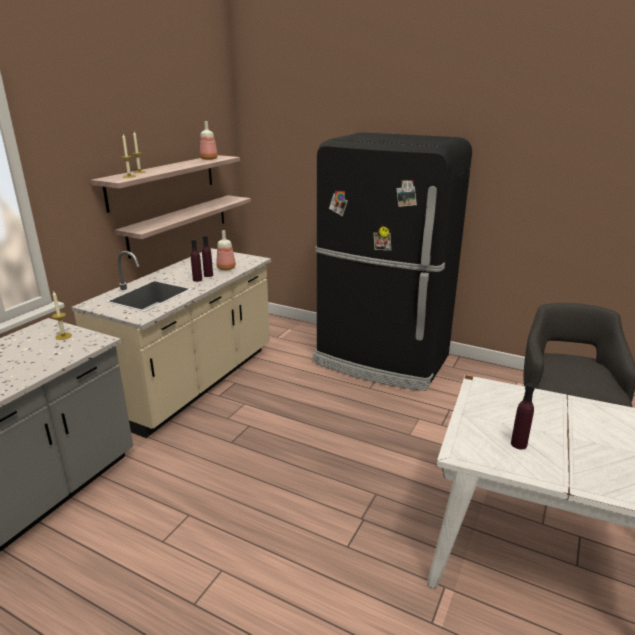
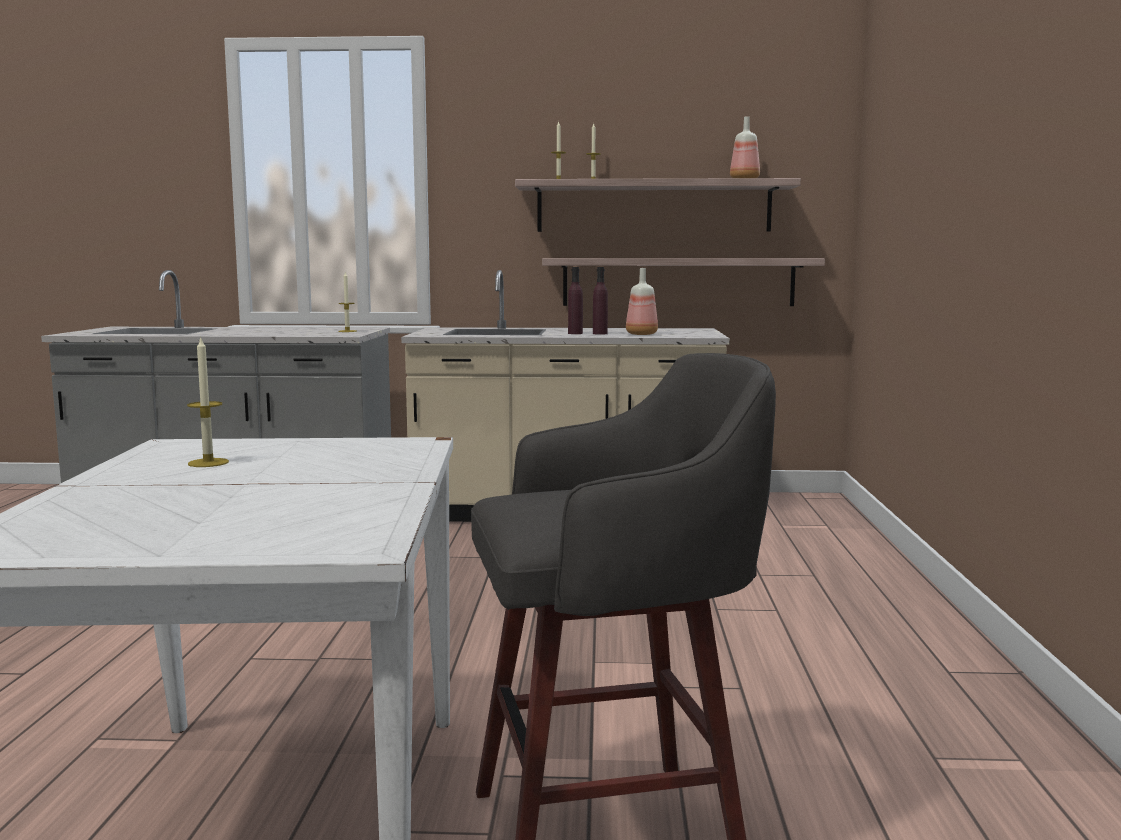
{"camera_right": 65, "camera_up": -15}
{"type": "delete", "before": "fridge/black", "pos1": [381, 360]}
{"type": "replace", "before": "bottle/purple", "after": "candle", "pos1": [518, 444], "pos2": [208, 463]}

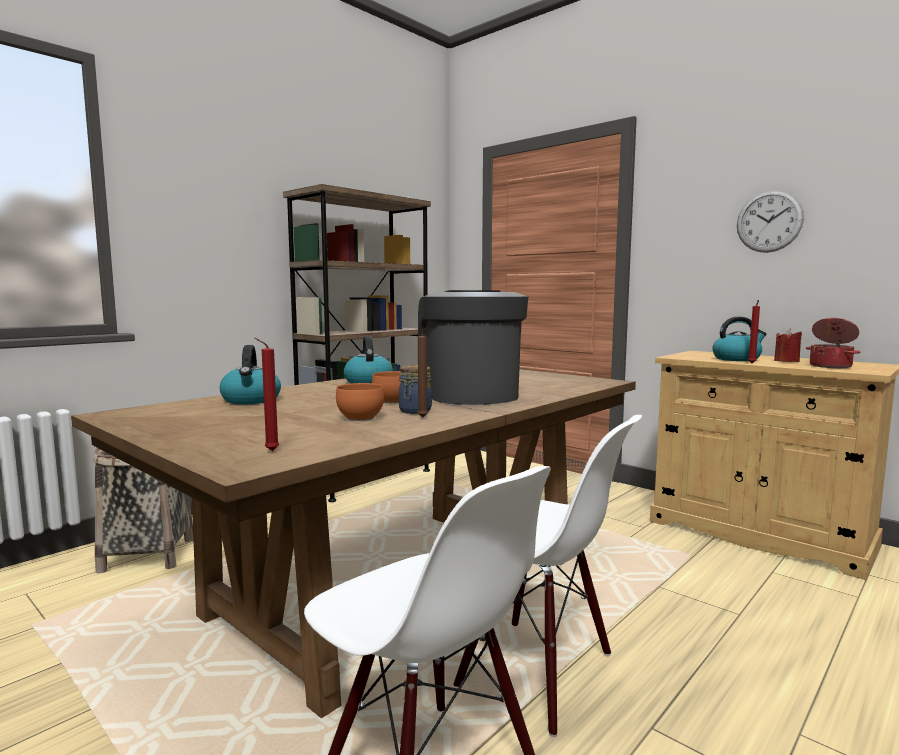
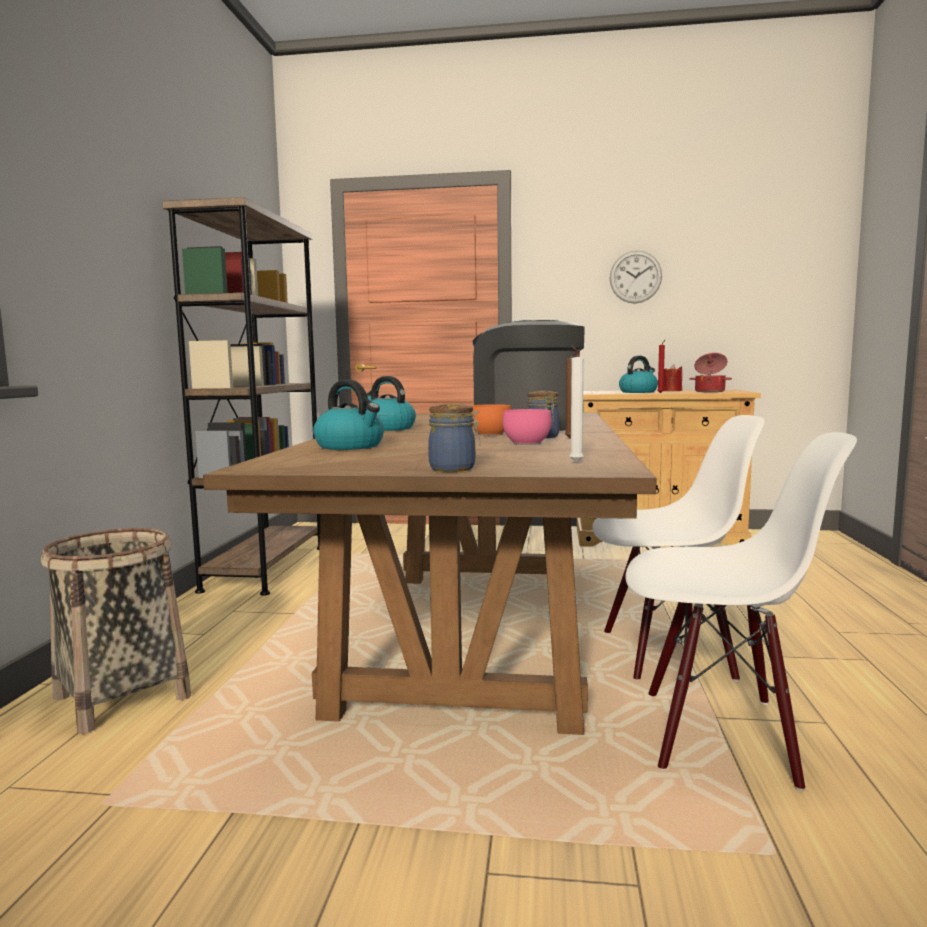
{"camera_right": -35, "camera_up": 0}
{"type": "recolor", "before": "candle/red", "after": "candle/white", "pos1": [269, 451], "pos2": [575, 462]}
{"type": "recolor", "before": "bowl/orange", "after": "bowl/pink", "pos1": [358, 418], "pos2": [525, 444]}
{"type": "insert", "after": "jar", "pos2": [454, 468]}

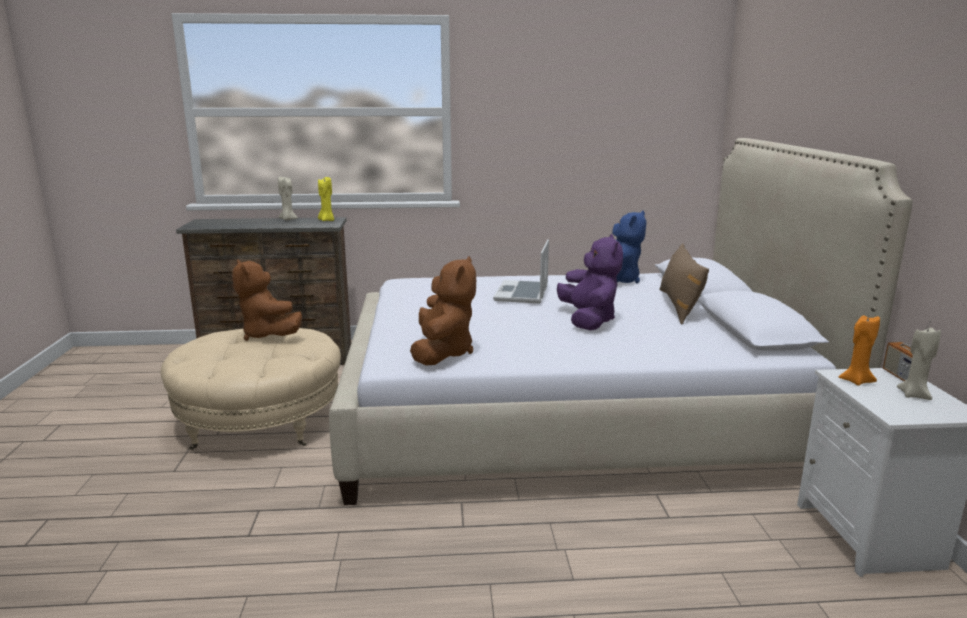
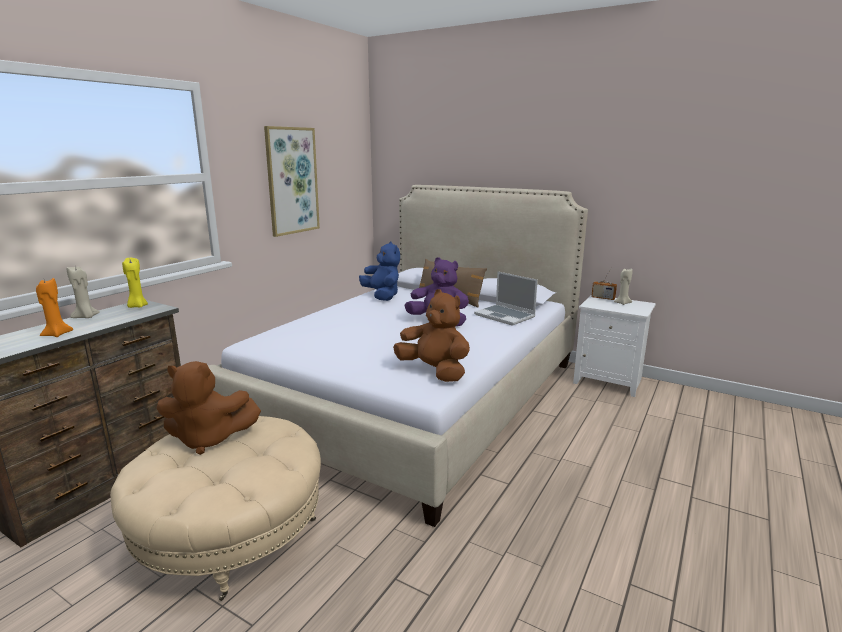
{"camera_right": -55, "camera_up": 0}
{"type": "move", "before": "laptop", "pos1": [522, 294], "pos2": [505, 316]}
{"type": "move", "before": "candle/orange", "pos1": [856, 381], "pos2": [57, 334]}
{"type": "insert", "after": "picture", "pos2": [292, 181]}

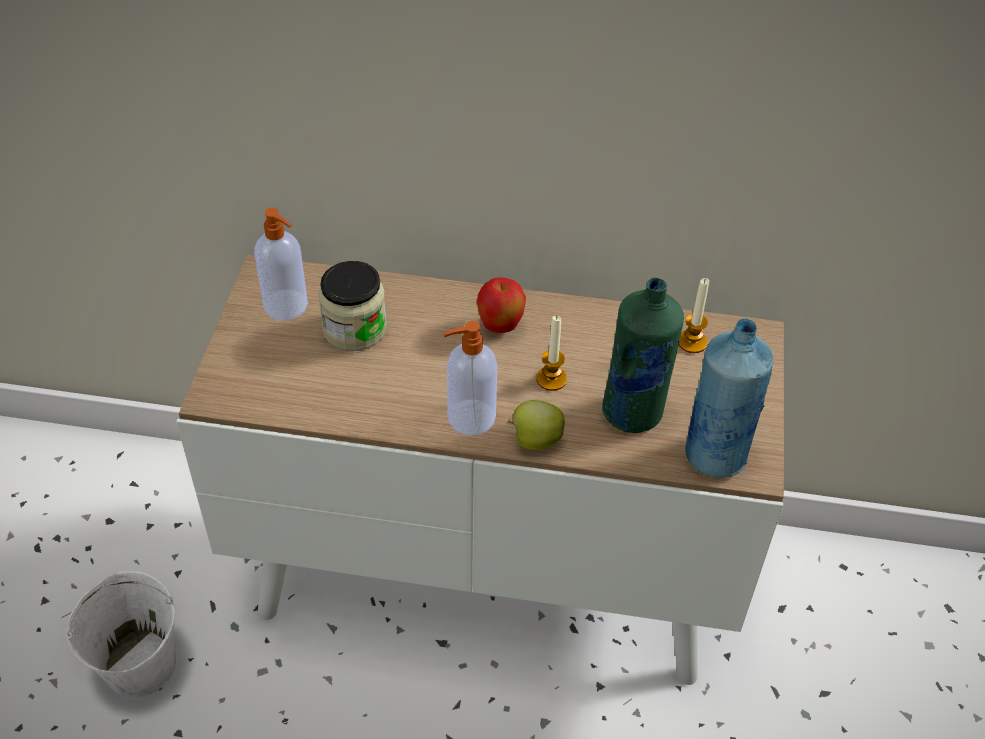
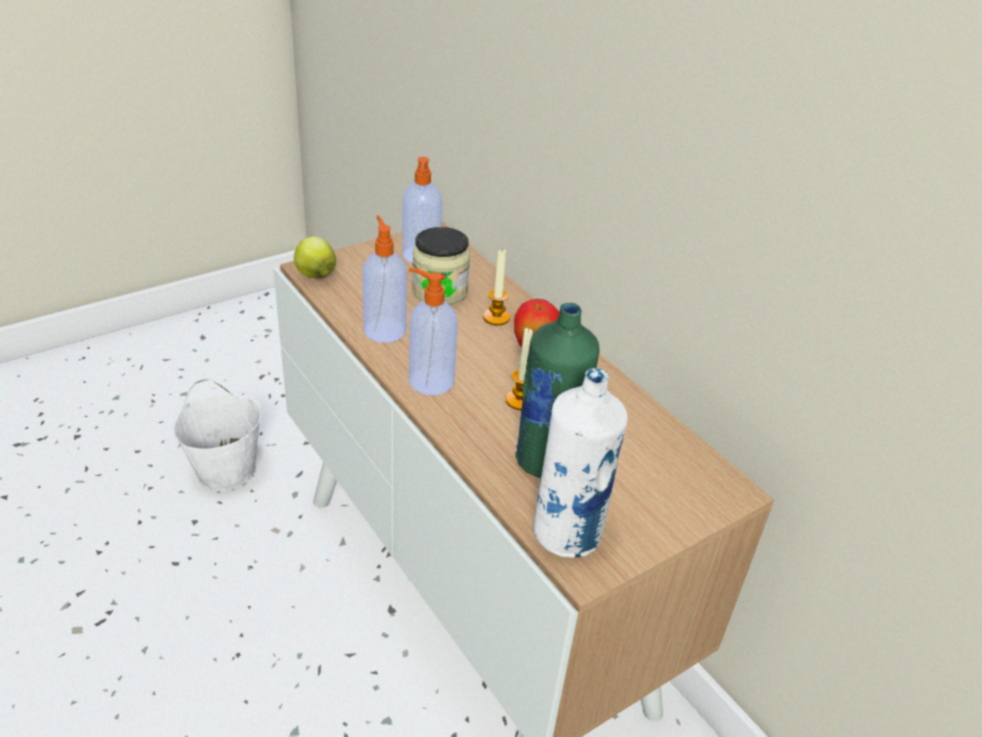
{"camera_right": 45, "camera_up": -10}
{"type": "move", "before": "candle", "pos1": [692, 342], "pos2": [496, 317]}
{"type": "recolor", "before": "bottle/blue", "after": "bottle/white", "pos1": [715, 455], "pos2": [567, 534]}
{"type": "move", "before": "apple", "pos1": [534, 440], "pos2": [315, 274]}
{"type": "insert", "after": "soap dispenser", "pos2": [384, 329]}

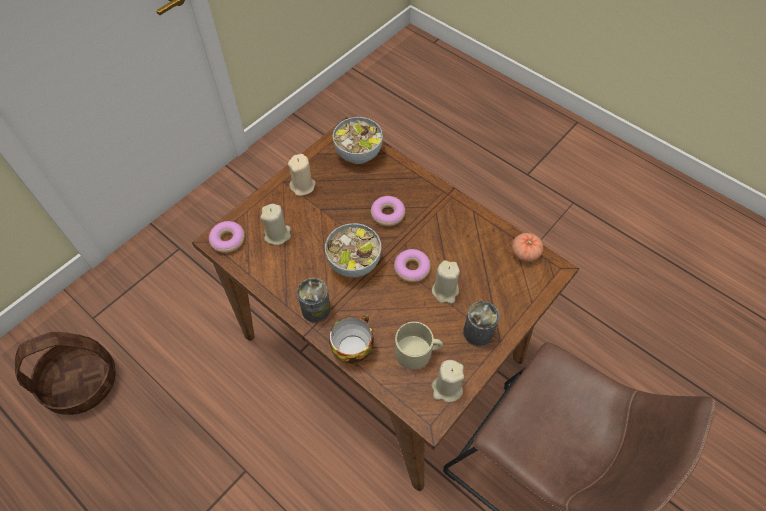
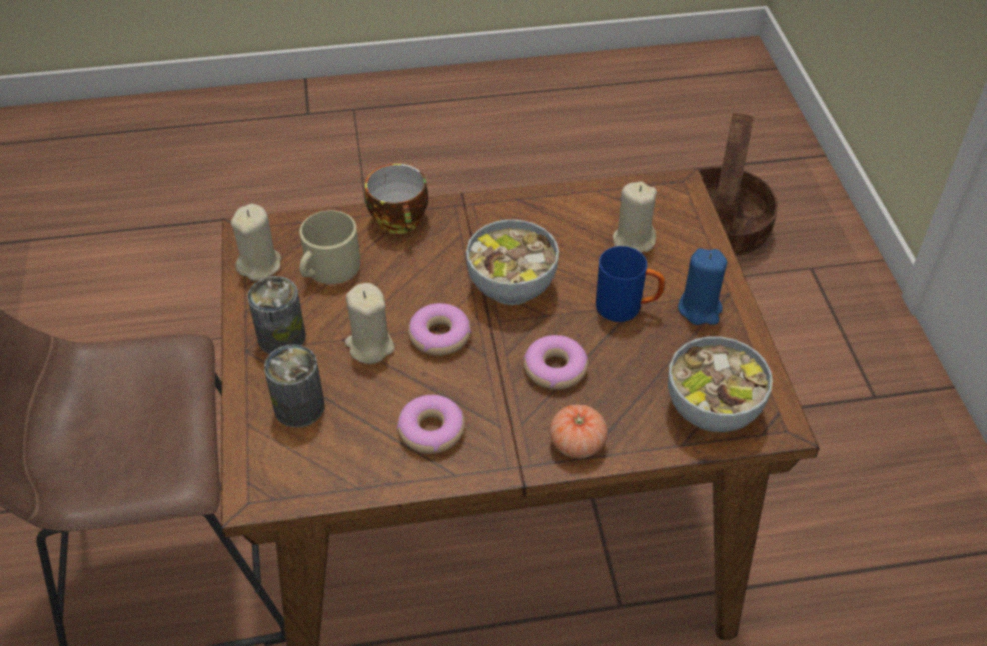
{"camera_right": 130, "camera_up": -10}
{"type": "recolor", "before": "candle/beige", "after": "candle/blue", "pos1": [303, 186], "pos2": [700, 309]}
{"type": "move", "before": "donut", "pos1": [228, 240], "pos2": [431, 430]}
{"type": "move", "before": "tomato", "pos1": [525, 253], "pos2": [577, 443]}
{"type": "move", "before": "can", "pos1": [316, 309], "pos2": [299, 407]}
{"type": "insert", "after": "mug/blue", "pos2": [627, 307]}

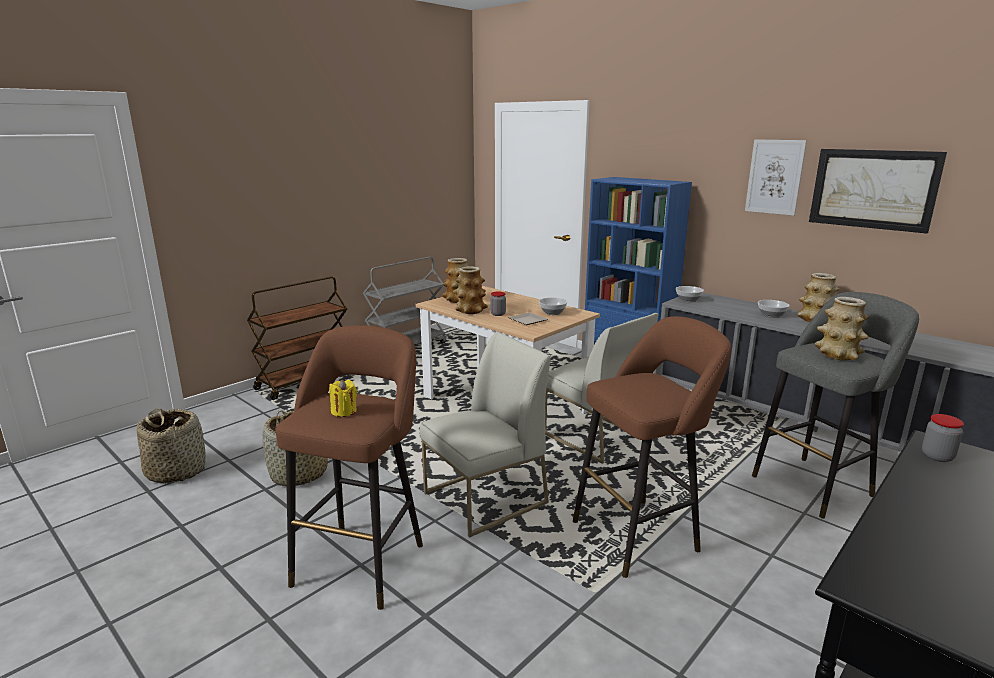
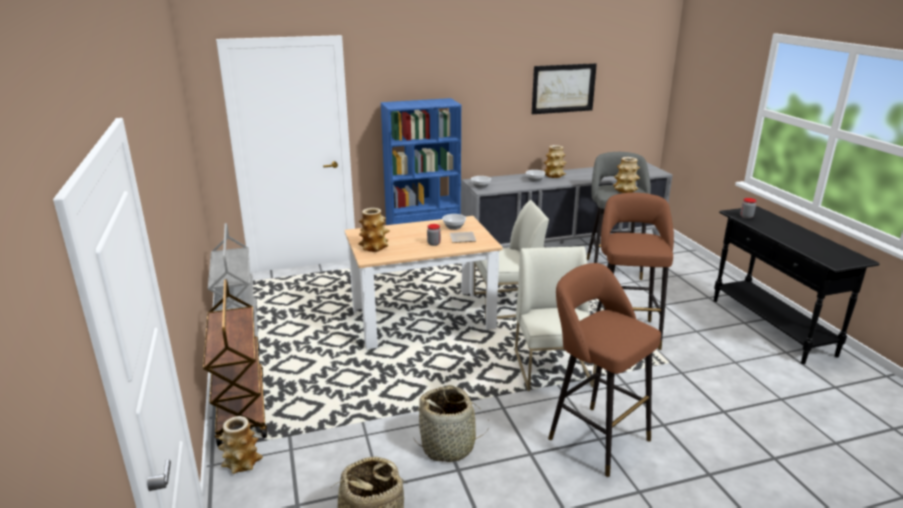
{"camera_right": -60, "camera_up": 5}
{"type": "delete", "before": "picture", "pos1": [774, 177]}
{"type": "move", "before": "vase", "pos1": [470, 310], "pos2": [241, 463]}
{"type": "delete", "before": "candle/yellow", "pos1": [344, 412]}

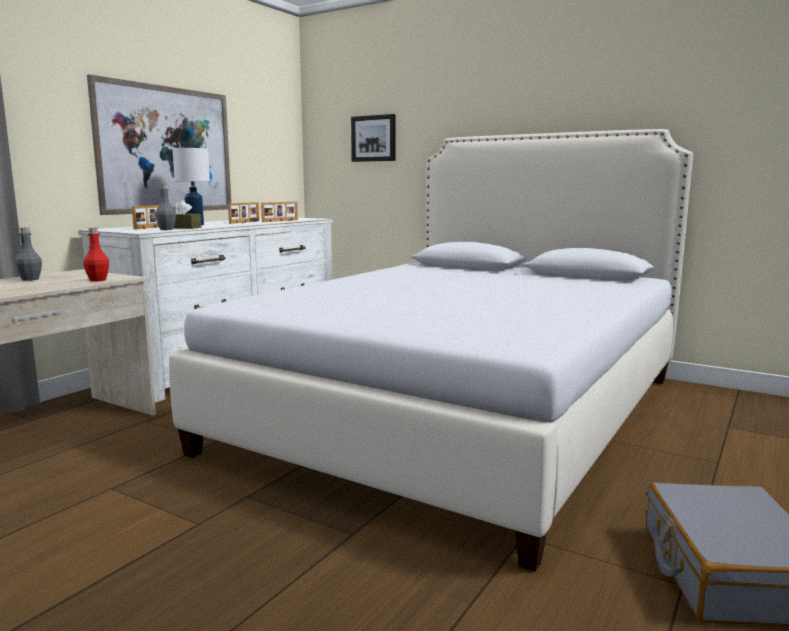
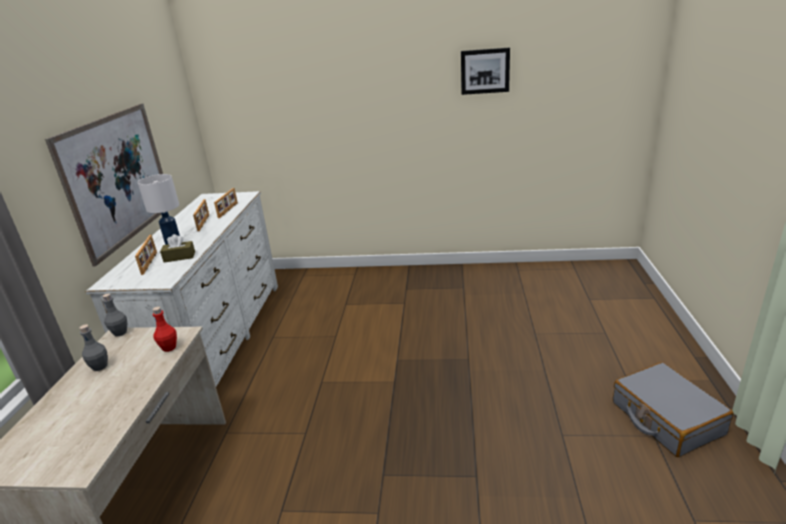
{"camera_right": -25, "camera_up": 15}
{"type": "move", "before": "picture", "pos1": [374, 138], "pos2": [485, 71]}
{"type": "delete", "before": "bed/white", "pos1": [462, 412]}
{"type": "move", "before": "bottle/grey", "pos1": [166, 229], "pos2": [120, 333]}

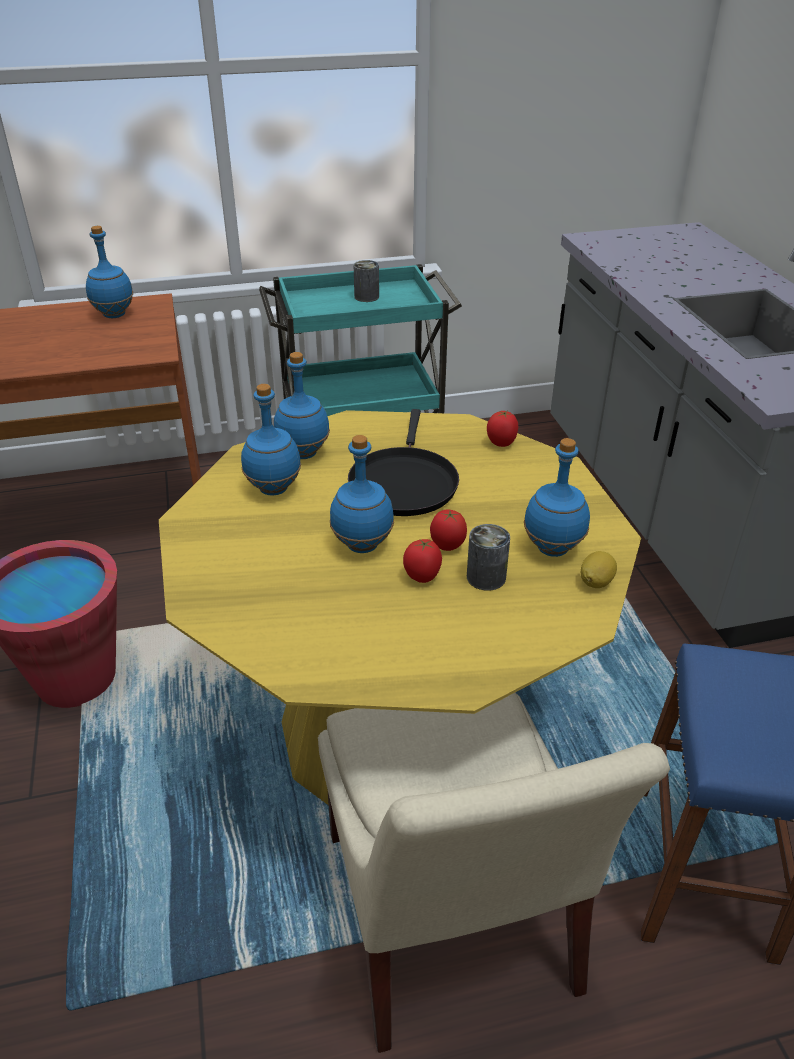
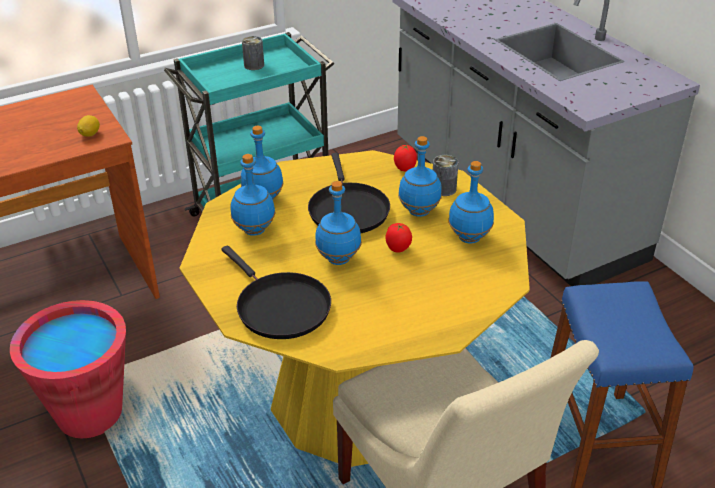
{"camera_right": -15, "camera_up": 0}
{"type": "move", "before": "bottle/blue", "pos1": [113, 315], "pos2": [419, 212]}
{"type": "move", "before": "can", "pos1": [486, 577], "pos2": [444, 189]}
{"type": "delete", "before": "tomato", "pos1": [422, 577]}
{"type": "move", "before": "lemon", "pos1": [596, 581], "pos2": [90, 134]}
{"type": "insert", "after": "frying pan/black", "pos2": [279, 307]}

